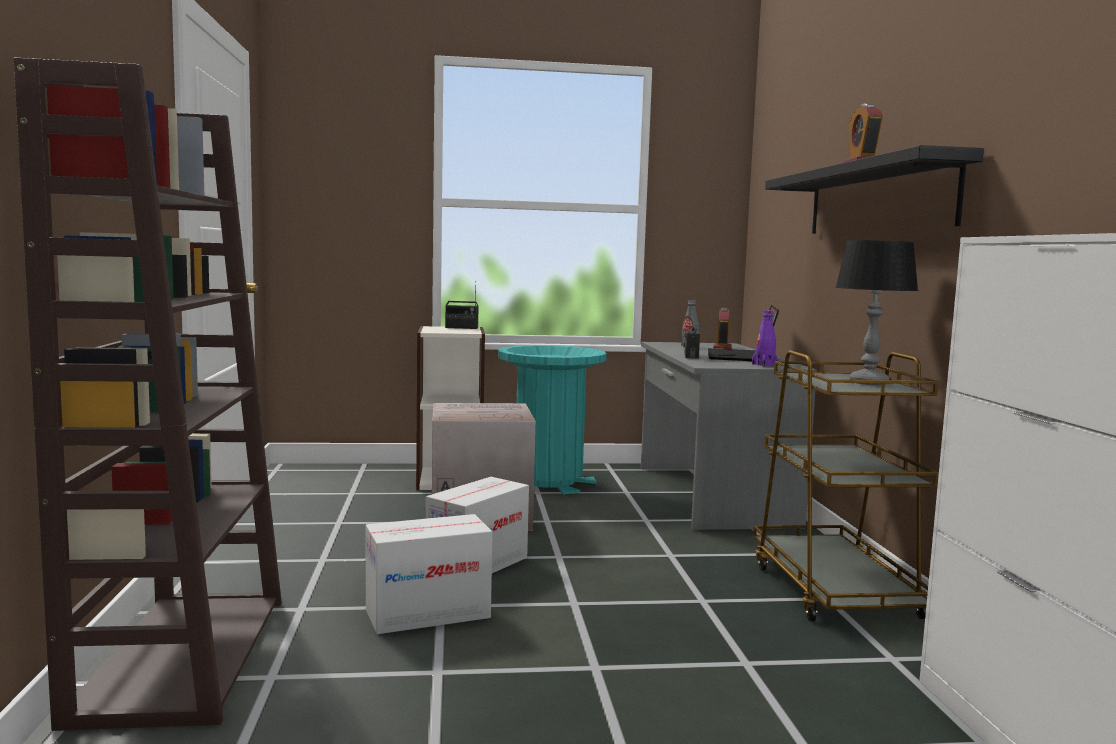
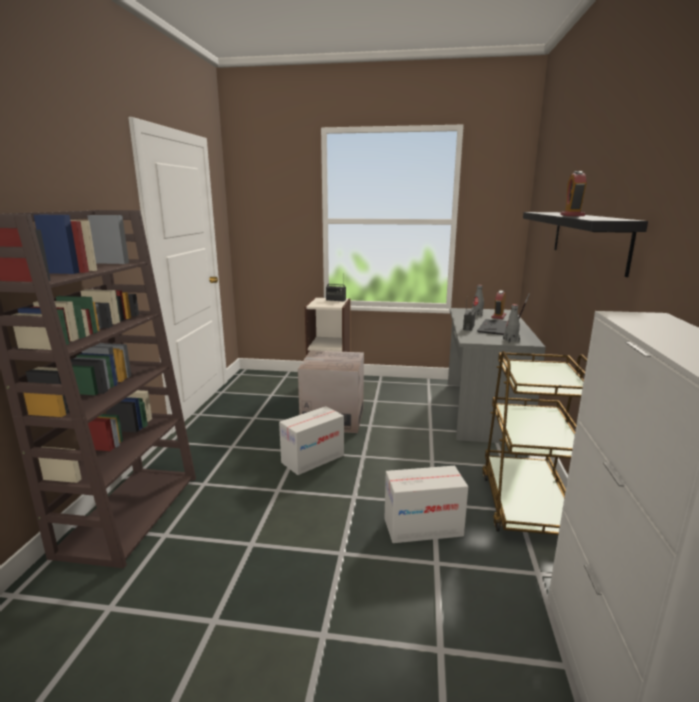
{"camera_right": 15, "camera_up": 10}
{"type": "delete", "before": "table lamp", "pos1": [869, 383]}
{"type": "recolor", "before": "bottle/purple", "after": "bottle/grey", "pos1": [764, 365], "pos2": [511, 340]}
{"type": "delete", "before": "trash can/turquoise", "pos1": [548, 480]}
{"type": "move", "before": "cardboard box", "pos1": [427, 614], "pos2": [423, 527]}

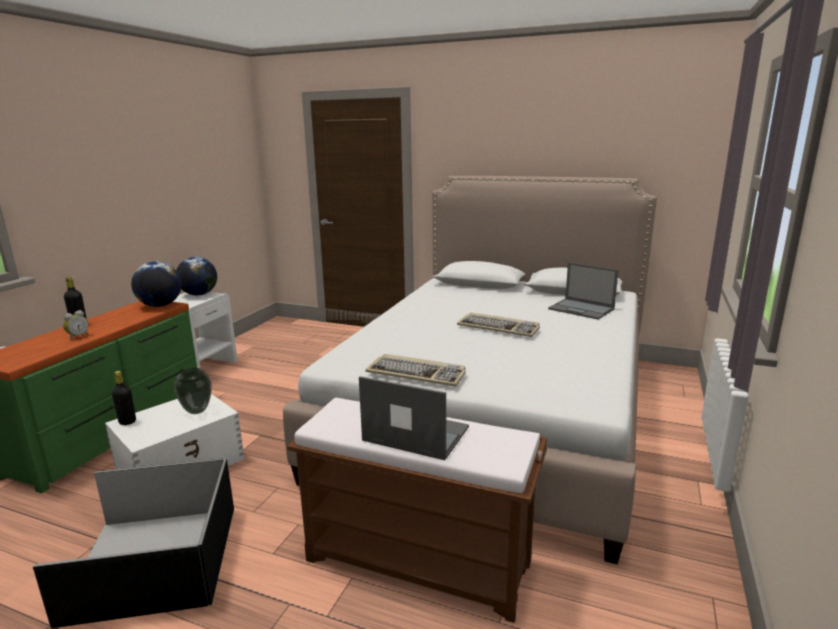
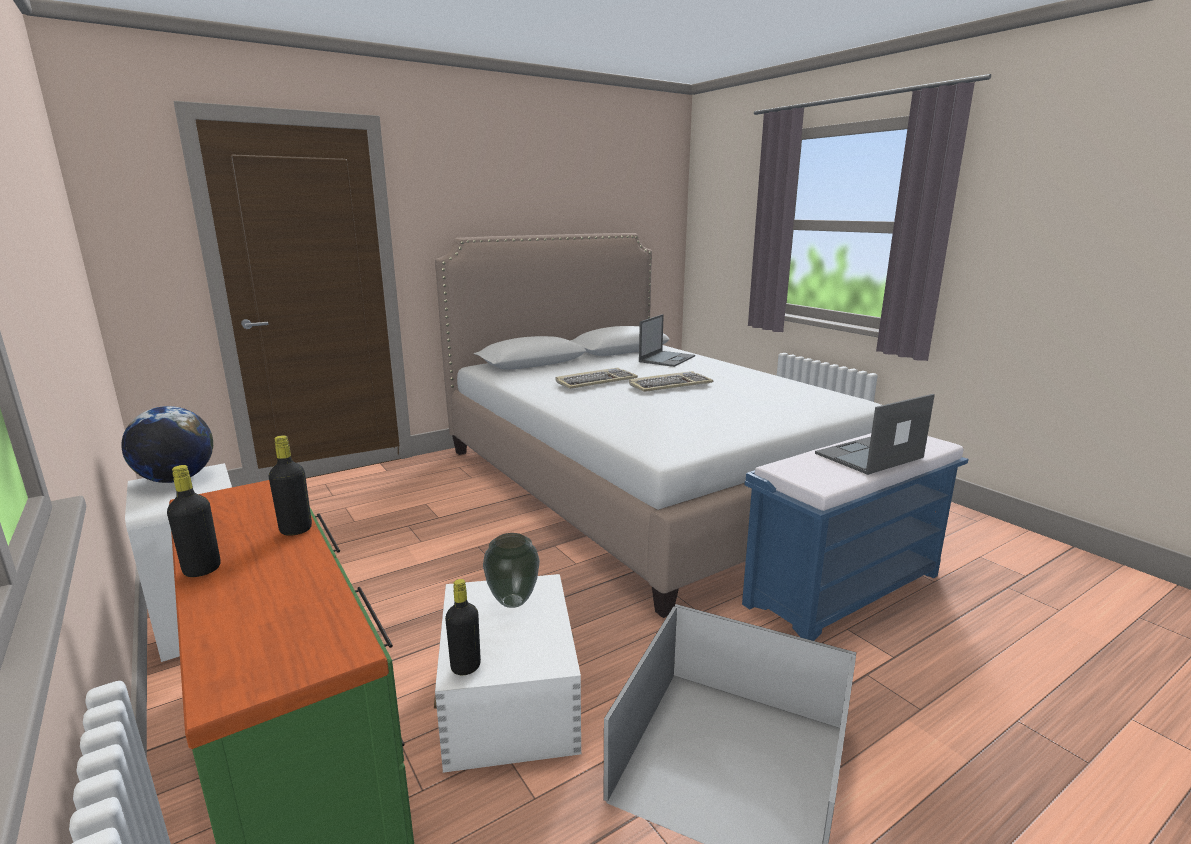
{"camera_right": -55, "camera_up": 0}
{"type": "delete", "before": "globe", "pos1": [160, 305]}
{"type": "rotate", "before": "laptop", "pos1": [582, 309], "pos2": [667, 359], "turn": -45}
{"type": "delete", "before": "alarm clock", "pos1": [77, 336]}
{"type": "move", "before": "keyboard", "pos1": [417, 373], "pos2": [596, 381]}
{"type": "recolor", "before": "bench/brown", "after": "bench/blue", "pos1": [420, 560], "pos2": [844, 588]}
{"type": "insert", "after": "bottle/black", "pos2": [296, 530]}

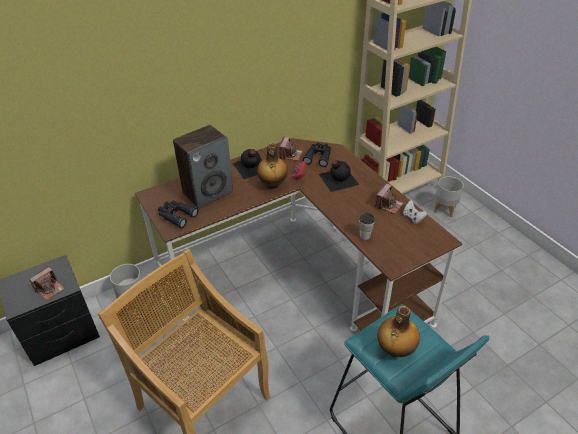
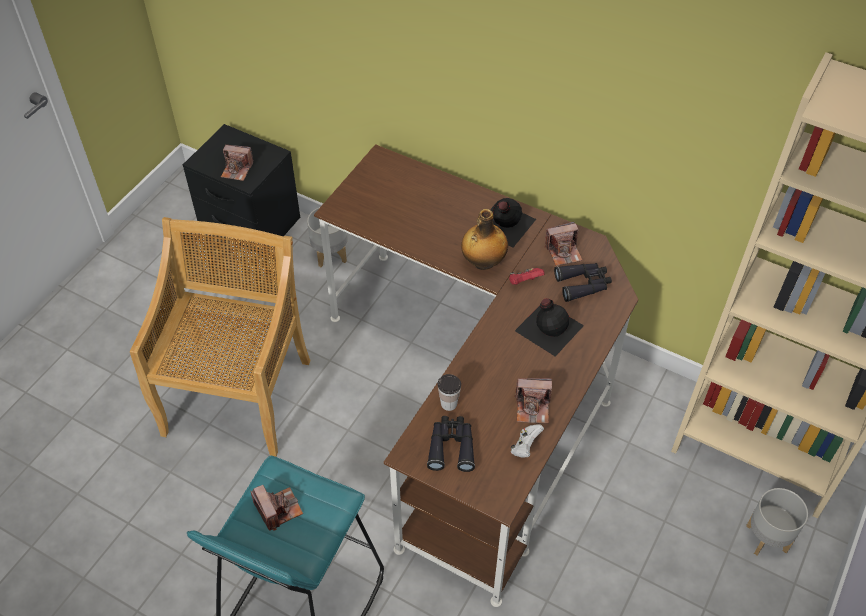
{"camera_right": 60, "camera_up": 10}
{"type": "delete", "before": "speaker", "pos1": [208, 192]}
{"type": "move", "before": "binoculars/black", "pos1": [176, 216], "pos2": [451, 446]}
{"type": "replace", "before": "bottle", "after": "photo camera", "pos1": [395, 350], "pos2": [278, 509]}

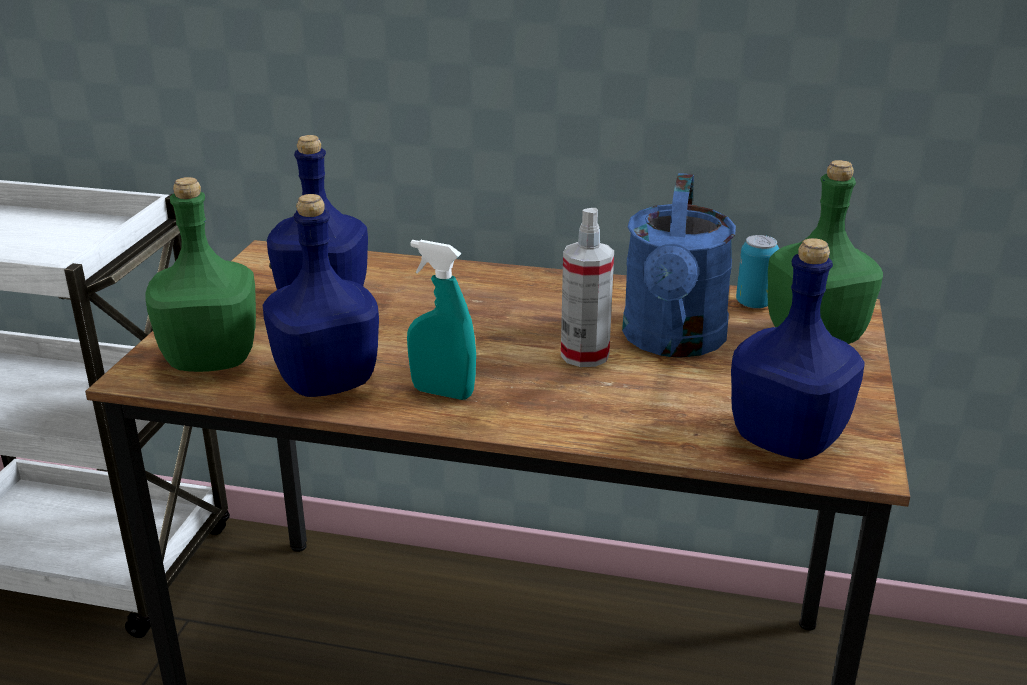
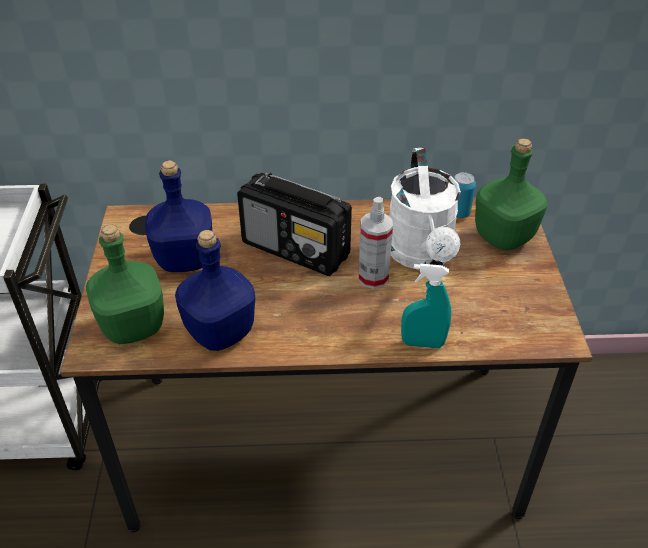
{"camera_right": -15, "camera_up": 15}
{"type": "recolor", "before": "watering can/blue", "after": "watering can/white", "pos1": [673, 342], "pos2": [422, 256]}
{"type": "delete", "before": "bottle/blue", "pos1": [789, 439]}
{"type": "move", "before": "spray bottle/turquoise", "pos1": [442, 392], "pos2": [422, 343]}
{"type": "insert", "after": "radio", "pos2": [296, 250]}

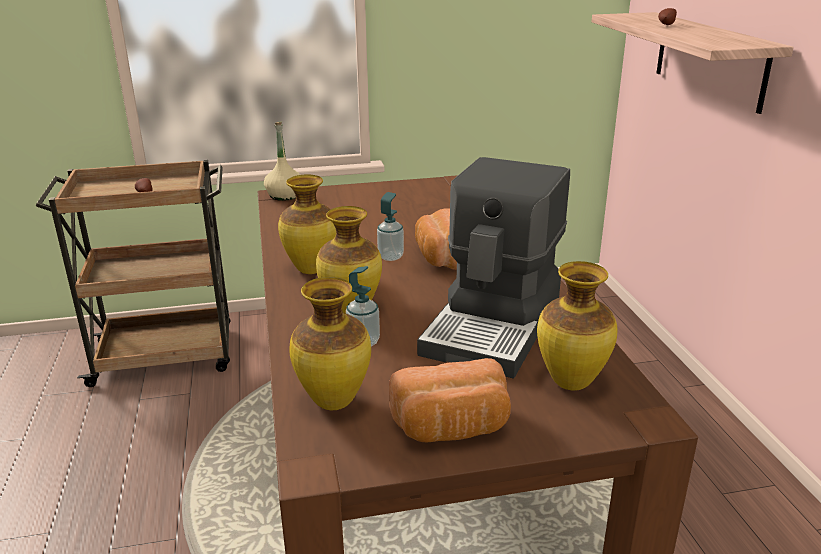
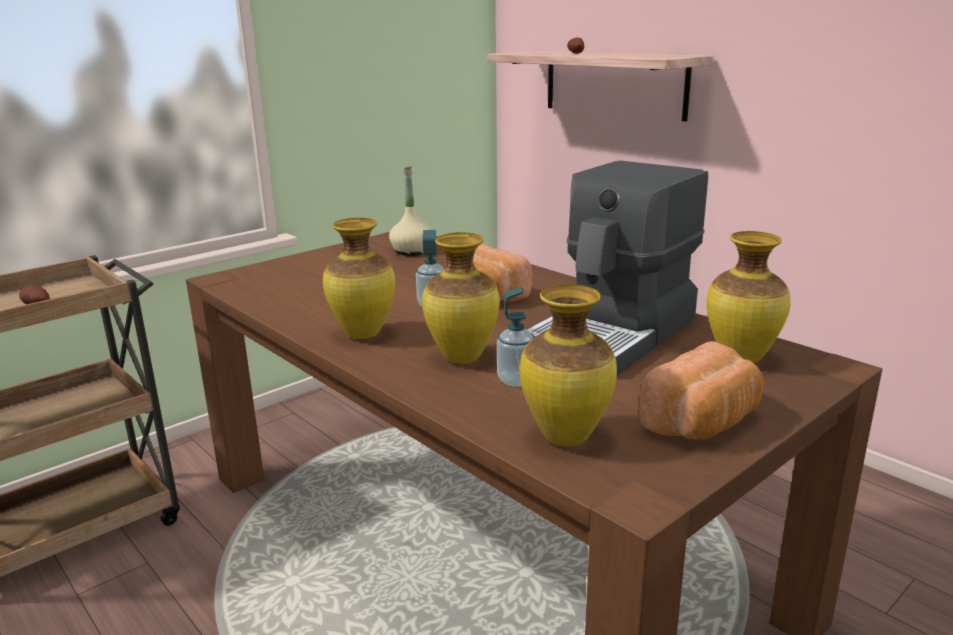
{"camera_right": -30, "camera_up": -5}
{"type": "move", "before": "bottle/beige", "pos1": [284, 195], "pos2": [412, 251]}
{"type": "rotate", "before": "coffee machine", "pos1": [495, 325], "pos2": [615, 334], "turn": 45}

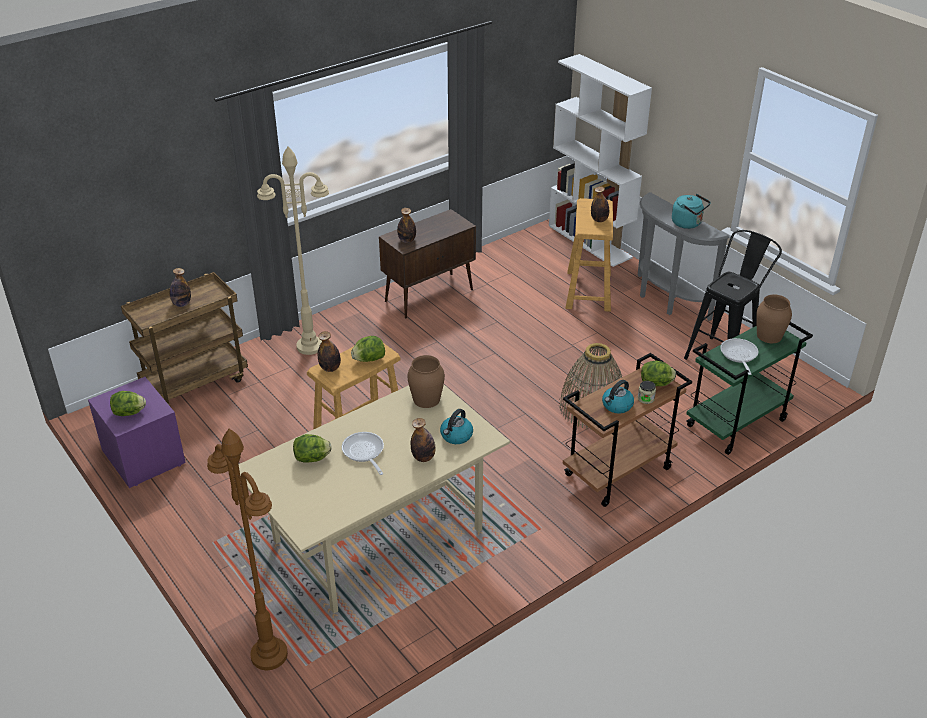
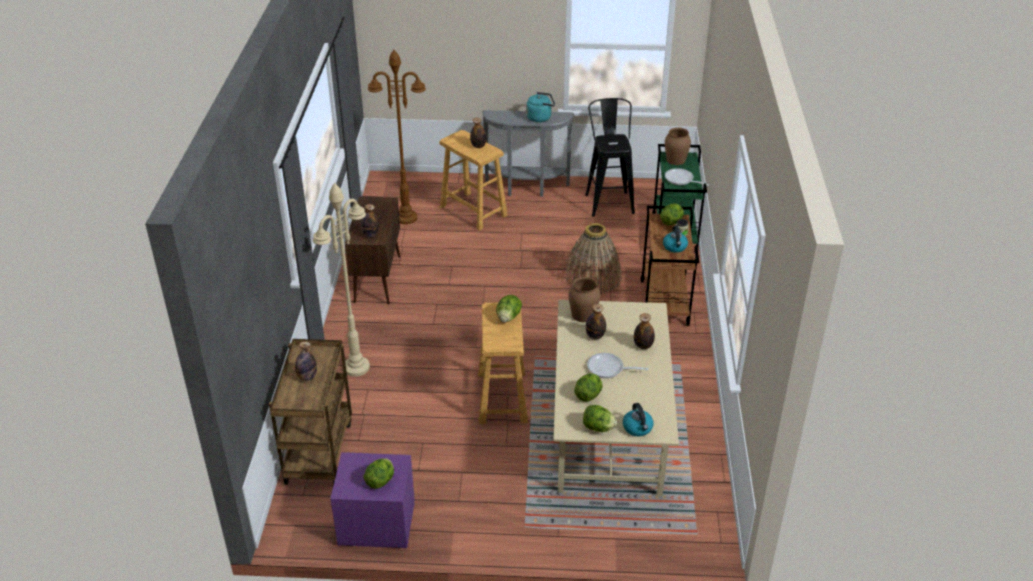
{"camera_right": -50, "camera_up": 0}
{"type": "delete", "before": "bookcase/white", "pos1": [590, 241]}
{"type": "move", "before": "bottle", "pos1": [330, 368], "pos2": [595, 336]}
{"type": "move", "before": "kettle", "pos1": [456, 436], "pos2": [638, 428]}
{"type": "move", "before": "floor lamp/brown", "pos1": [268, 654], "pos2": [406, 218]}
{"type": "insert", "after": "lettuce", "pos2": [598, 428]}

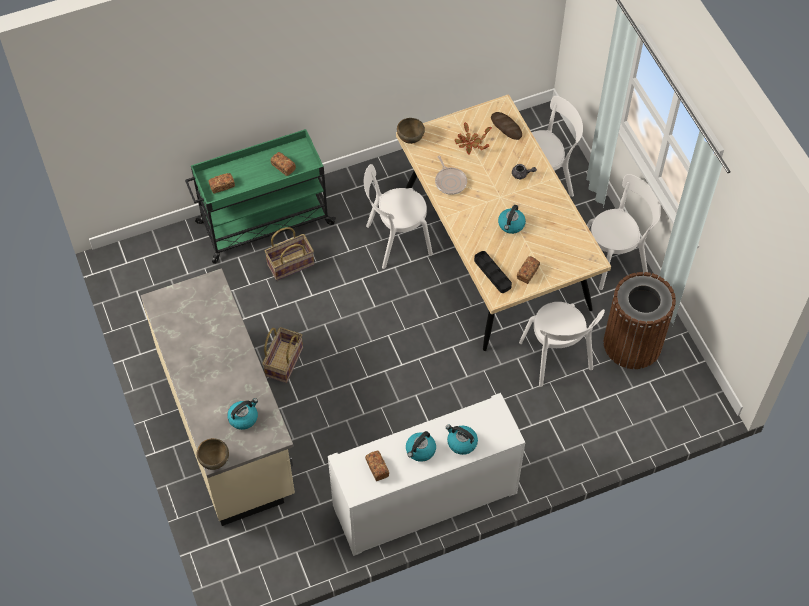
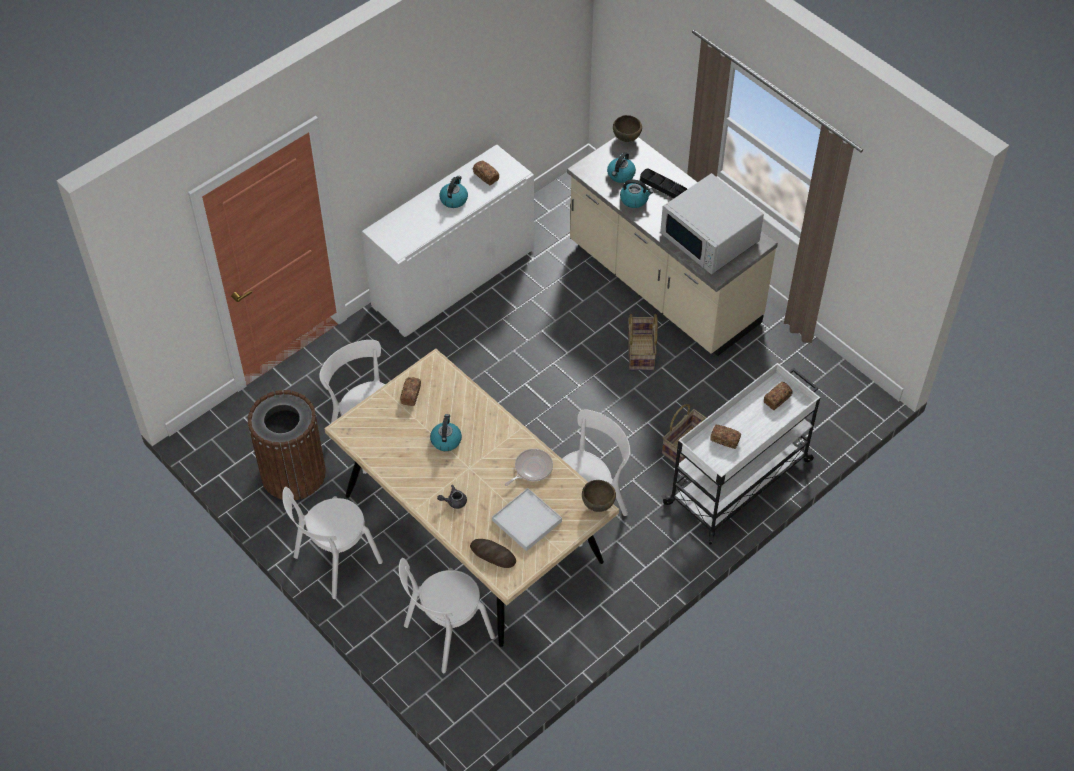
{"camera_right": 160, "camera_up": -5}
{"type": "replace", "before": "potted plant", "after": "tray/white", "pos1": [470, 143], "pos2": [527, 521]}
{"type": "recolor", "before": "cart/green", "after": "cart/white", "pos1": [263, 223], "pos2": [740, 481]}
{"type": "rotate", "before": "frying pan", "pos1": [450, 181], "pos2": [531, 468], "turn": 90}
{"type": "move", "before": "tray/black", "pos1": [492, 273], "pos2": [663, 187]}
{"type": "move", "before": "kettle", "pos1": [461, 442], "pos2": [634, 199]}
{"type": "insert", "after": "microwave/white", "pos2": [710, 238]}

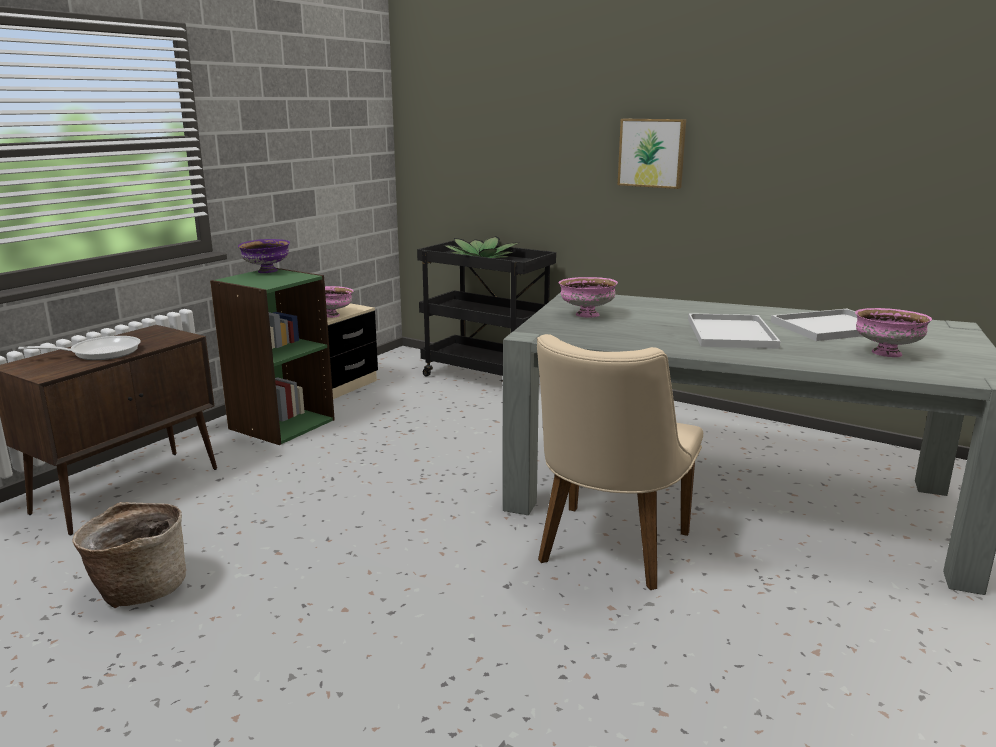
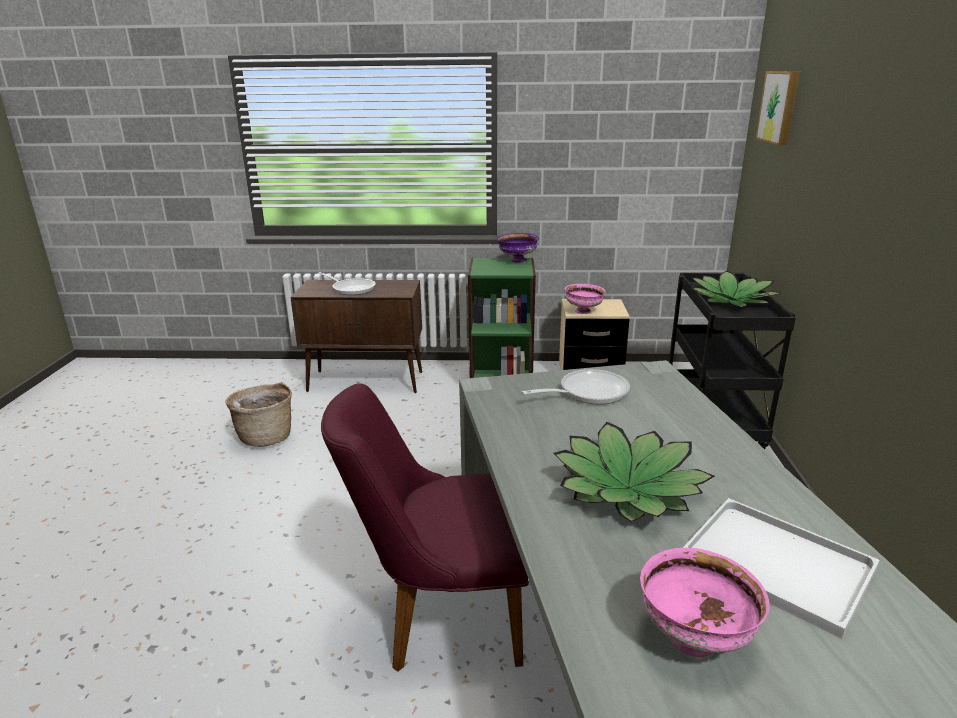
{"camera_right": 60, "camera_up": 5}
{"type": "move", "before": "picture", "pos1": [652, 153], "pos2": [780, 107]}
{"type": "replace", "before": "bowl/pink", "after": "frying pan", "pos1": [586, 315], "pos2": [587, 392]}
{"type": "replace", "before": "tray/white", "after": "potted plant", "pos1": [732, 334], "pos2": [627, 488]}
{"type": "recolor", "before": "chair/beige", "after": "chair/purple", "pos1": [607, 553], "pos2": [438, 617]}

